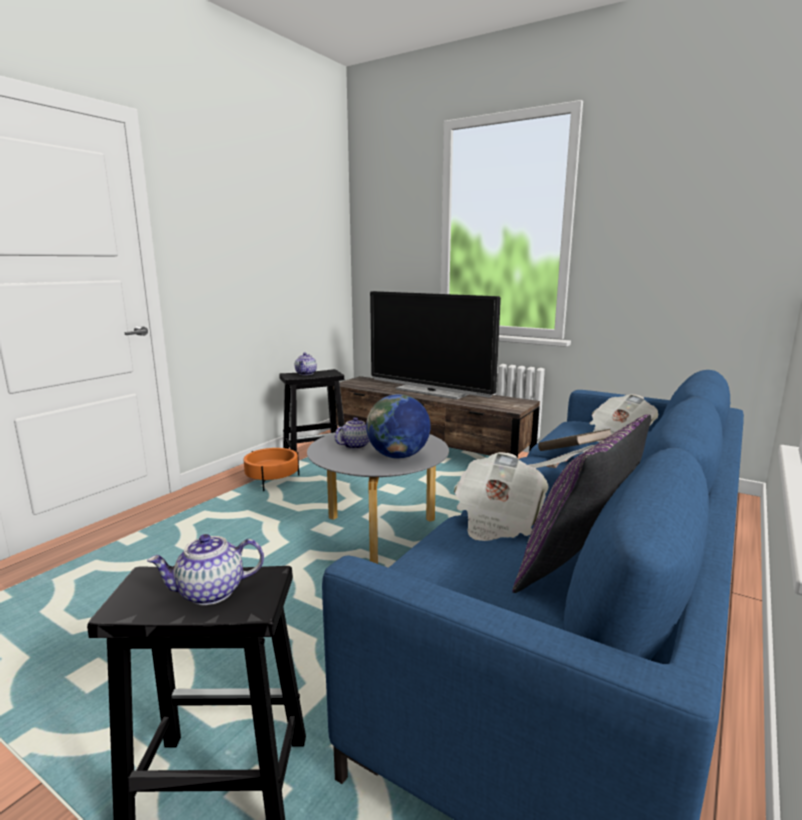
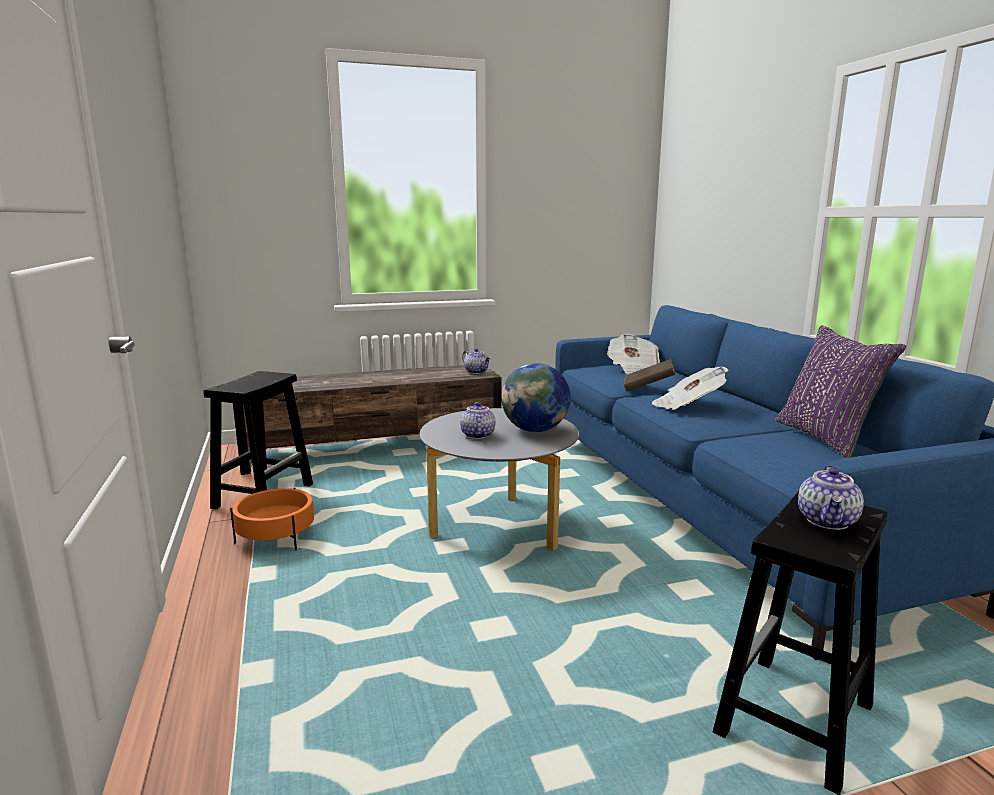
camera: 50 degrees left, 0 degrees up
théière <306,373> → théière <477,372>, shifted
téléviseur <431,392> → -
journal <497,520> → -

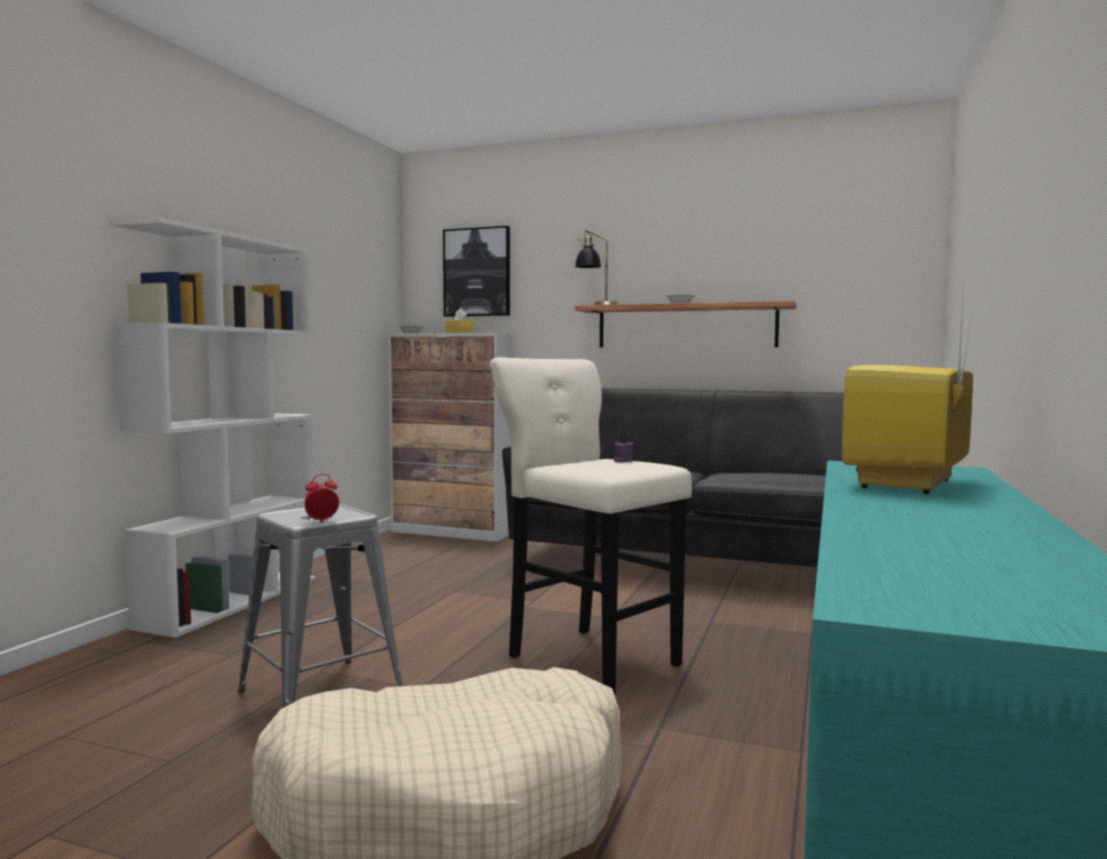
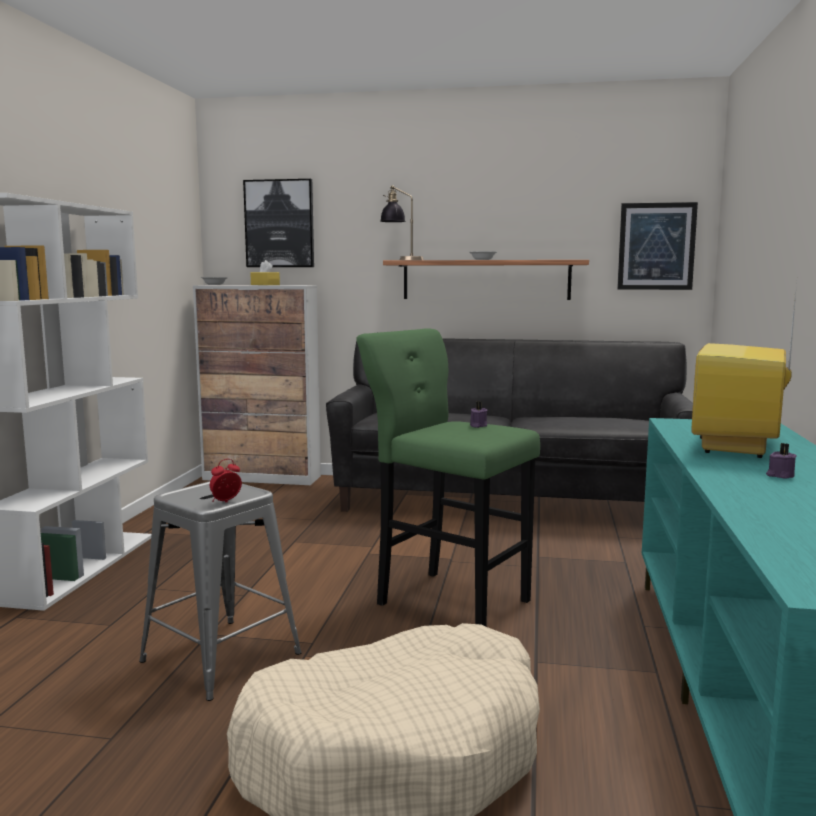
camera: 10 degrees left, 5 degrees up
tabouret (beige) <588,658> → tabouret (vert) <447,600>
- → tableau <656,246>
- → bougie (violet) <780,475>

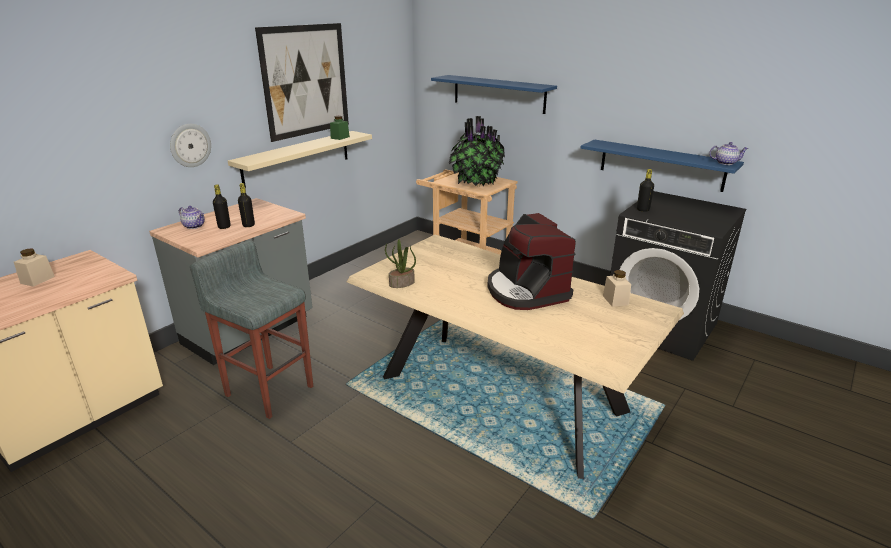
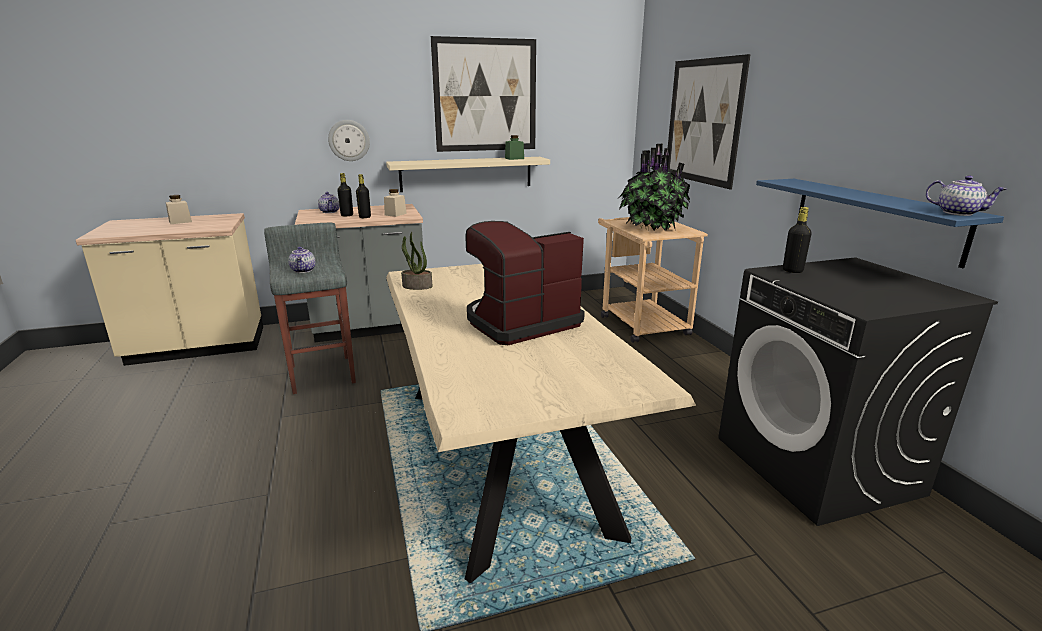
camera: 35 degrees right, 5 degrees down
étagère (bleu) <498,94> → tableau <703,121>
machine à café <526,291> → machine à café <520,322>, 45 degrees clockwise
bocal (beige) <615,300> → bocal (beige) <395,214>, shifted
- → théière <304,270>

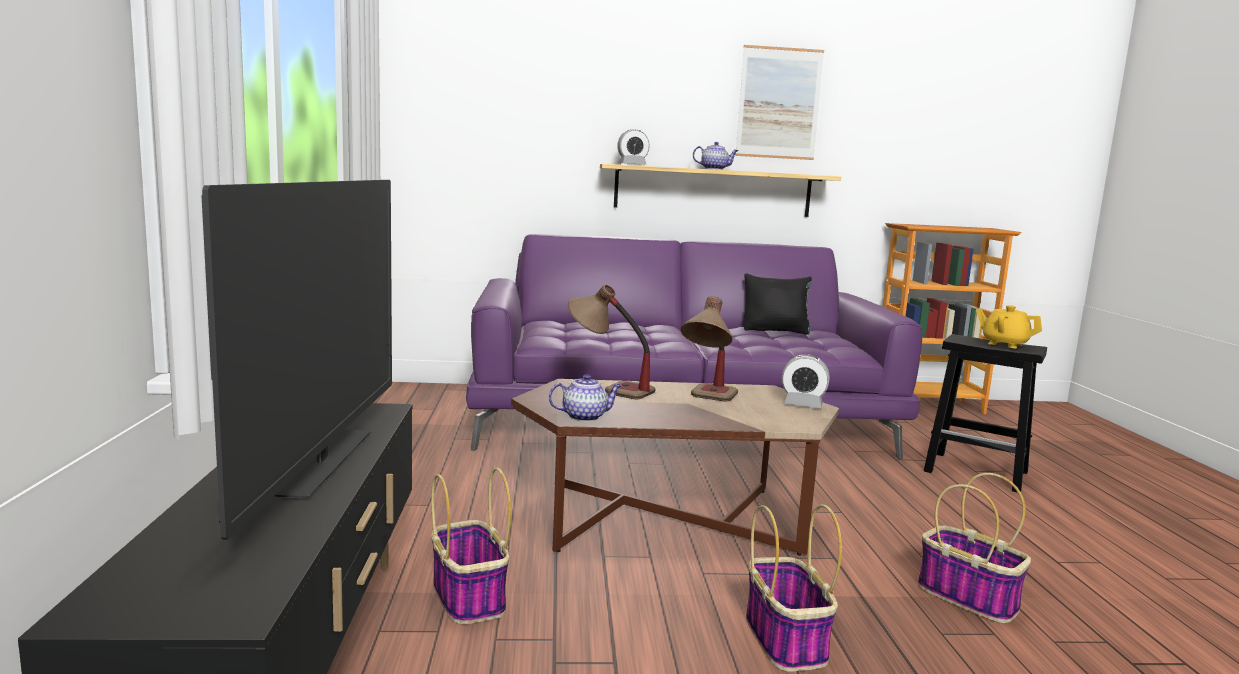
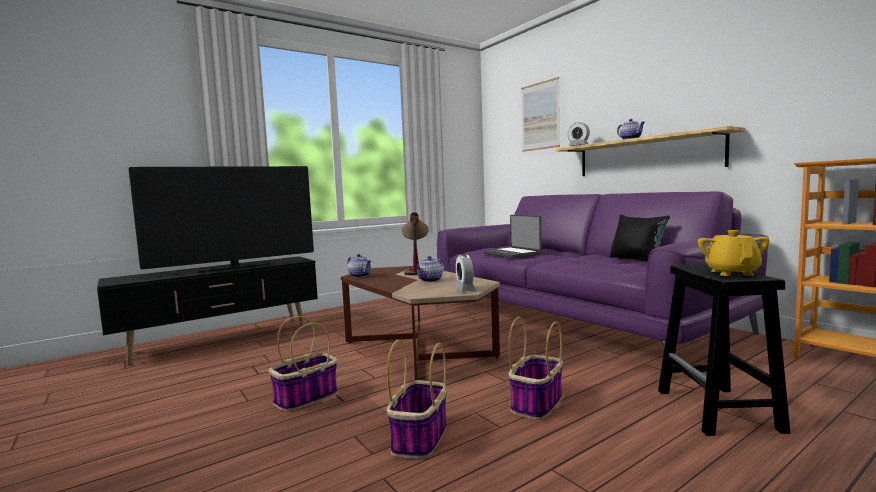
camera: 60 degrees right, 5 degrees down
panier <467,596> → panier <536,403>, shifted
lampe de table <708,400> → théière <430,280>
tableau <779,103> → tableau <540,116>, shifted
- → ordinateur portable <513,254>

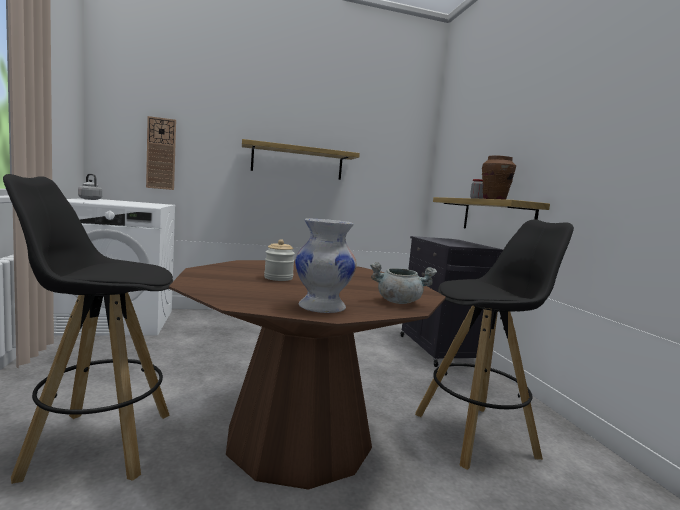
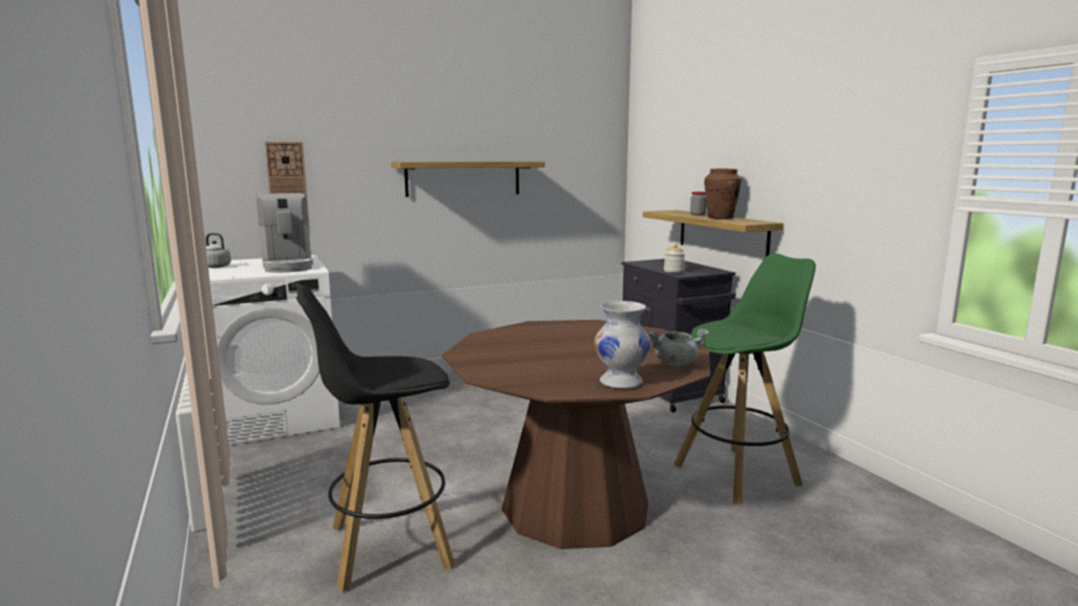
camera: 10 degrees left, 5 degrees up
bocal <278,278> → bocal <674,271>, shifted
tabouret (noir) <476,434> → tabouret (vert) <738,474>
- → machine à café <287,266>

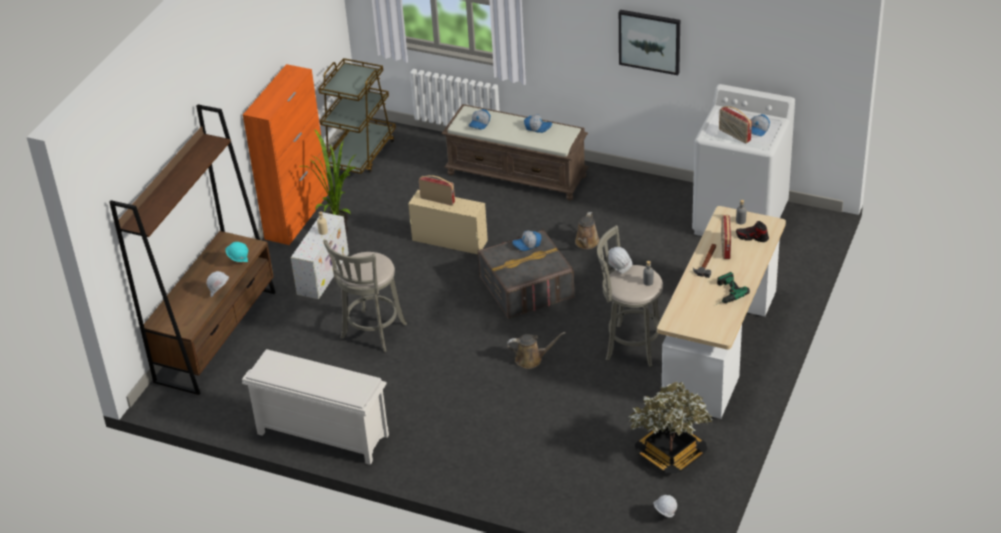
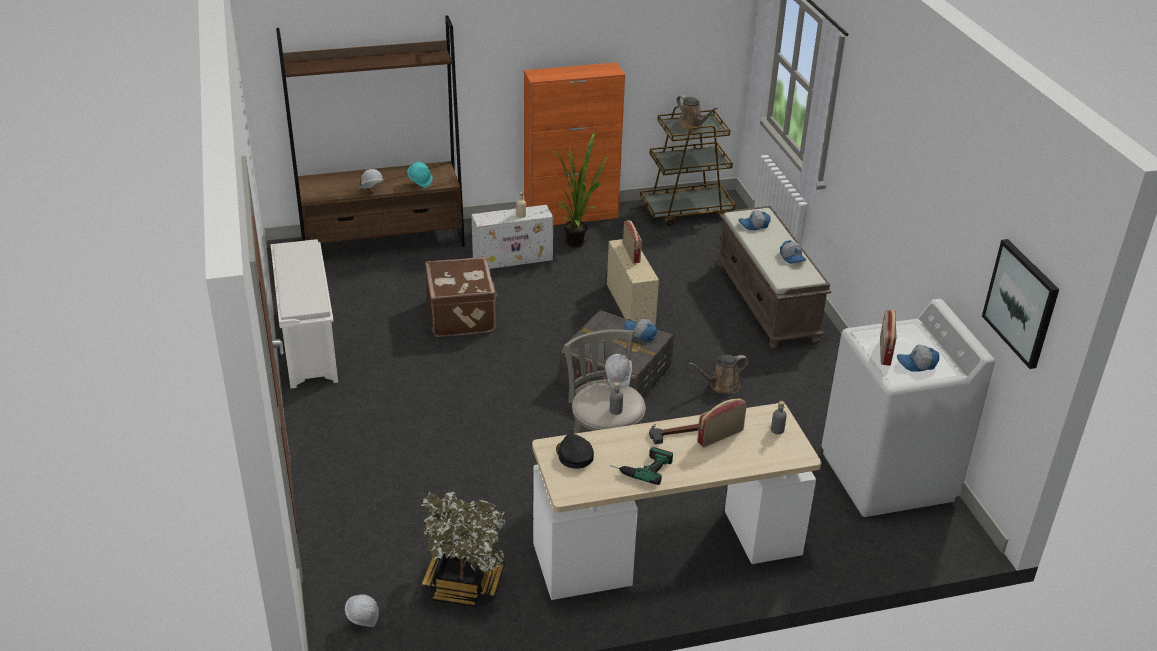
camera: 50 degrees right, 5 degrees down
tabouret (gris) <372,333> → valise (marron) <462,316>
arrosoir (marron) <531,359> → arrosoir (marron) <691,126>, shifted
tableau <649,41> → tableau <1021,303>, shifted
chaussure <752,237> → -
- → casquette (noir) <574,455>

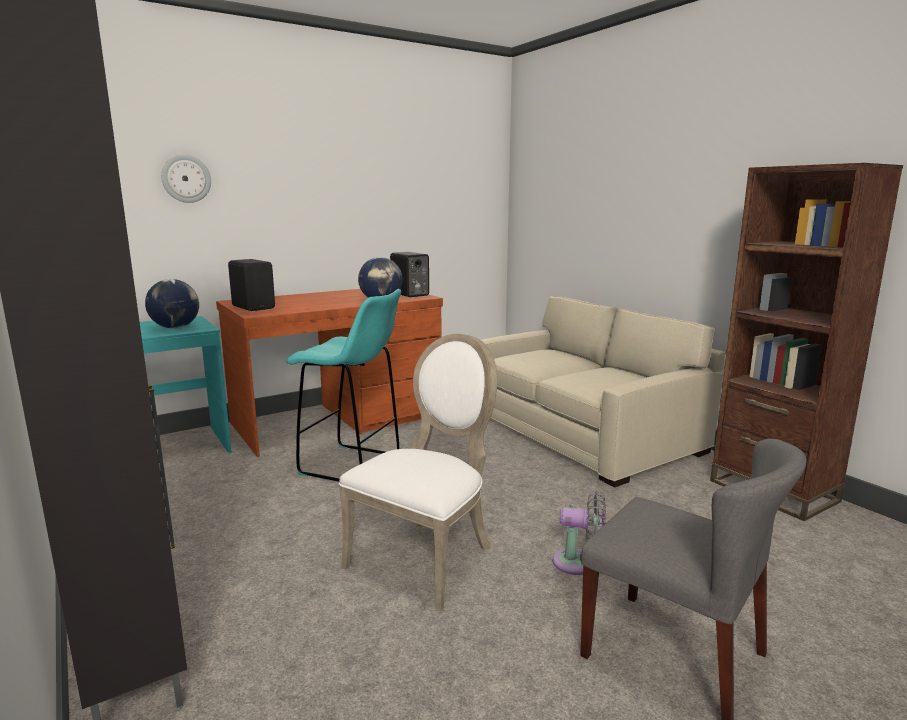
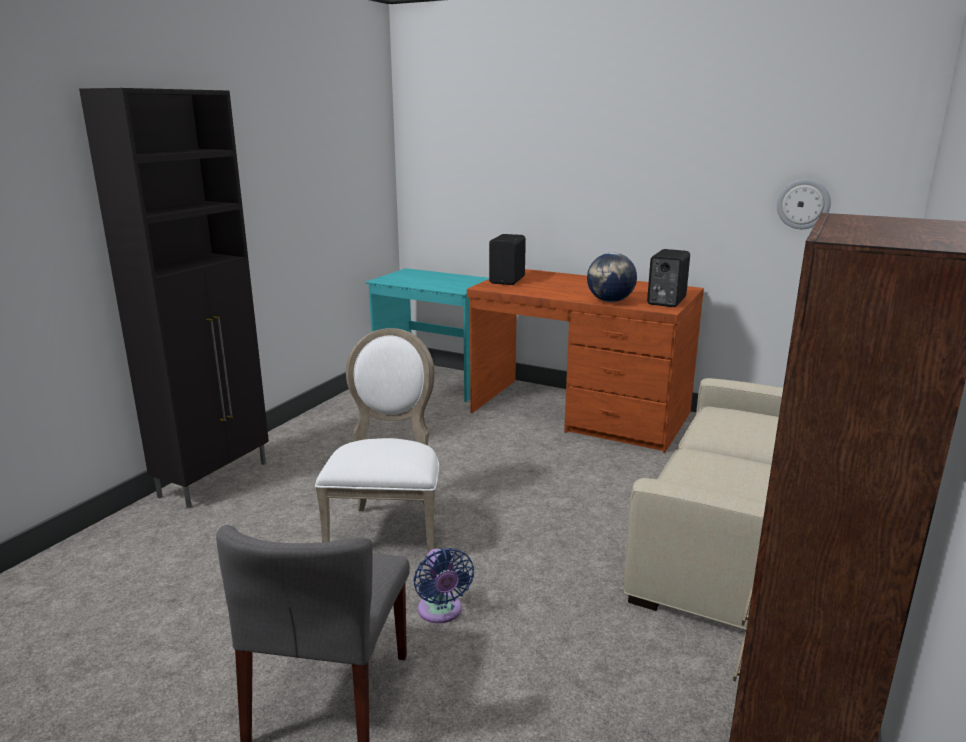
camera: 60 degrees right, 5 degrees up
globe <176,328> → -
horloge murale <186,178> → horloge murale <803,204>, shifted
tabouret (turquoise) <353,465> → -
chaise (blanc) <427,556> → chaise (blanc) <388,532>, 90 degrees counterclockwise
ventilateur (gris) <578,563> → ventilateur (bleu) <441,612>

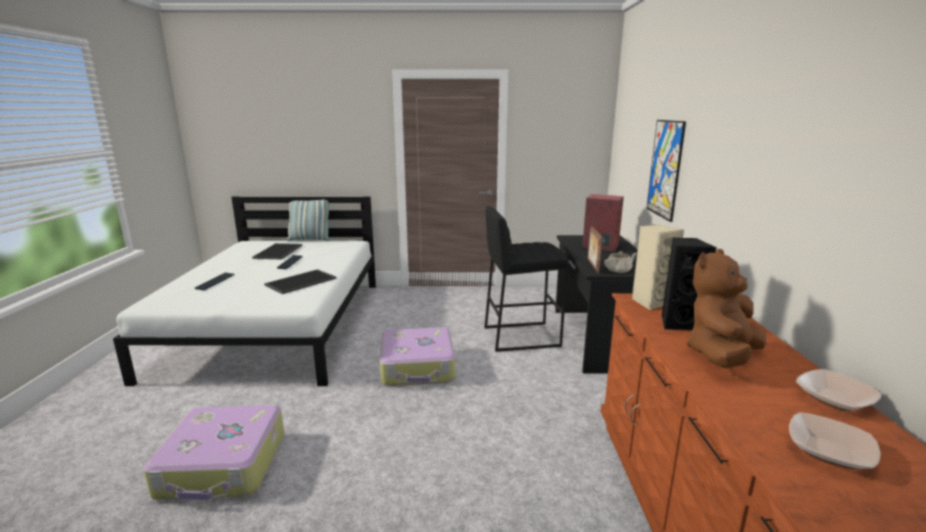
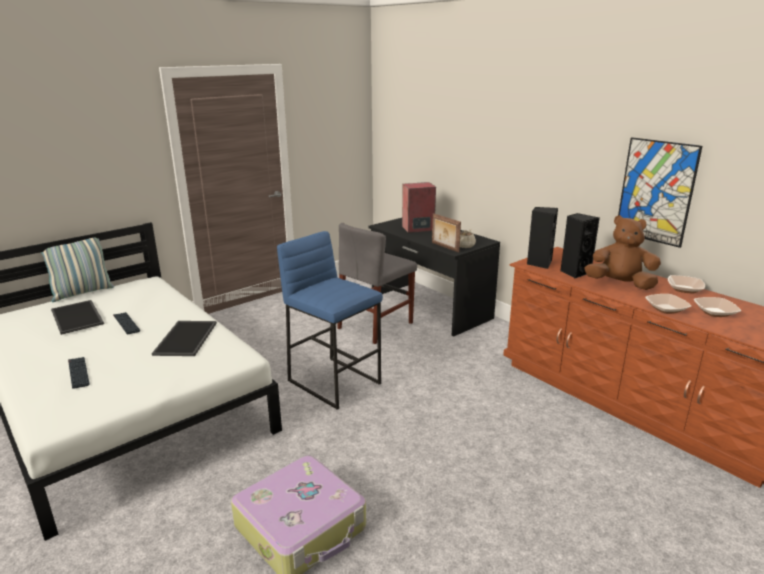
camera: 40 degrees left, 5 degrees up
valise <418,367> → tabouret (bleu) <335,381>
tabouret (noir) <521,336> → chaise (gris) <375,325>
enceinte (beige) <650,302> → enceinte (noir) <539,263>
tableau <665,169> → tableau <656,191>, shifted
peluche (marron) <721,356> → peluche (marron) <620,284>, 105 degrees clockwise
- → bol <666,309>

